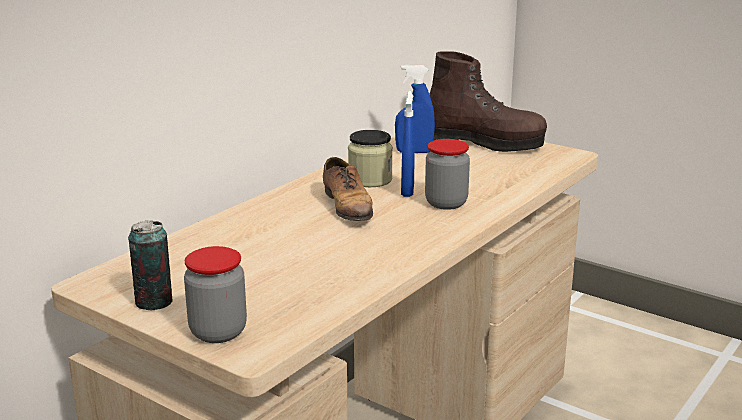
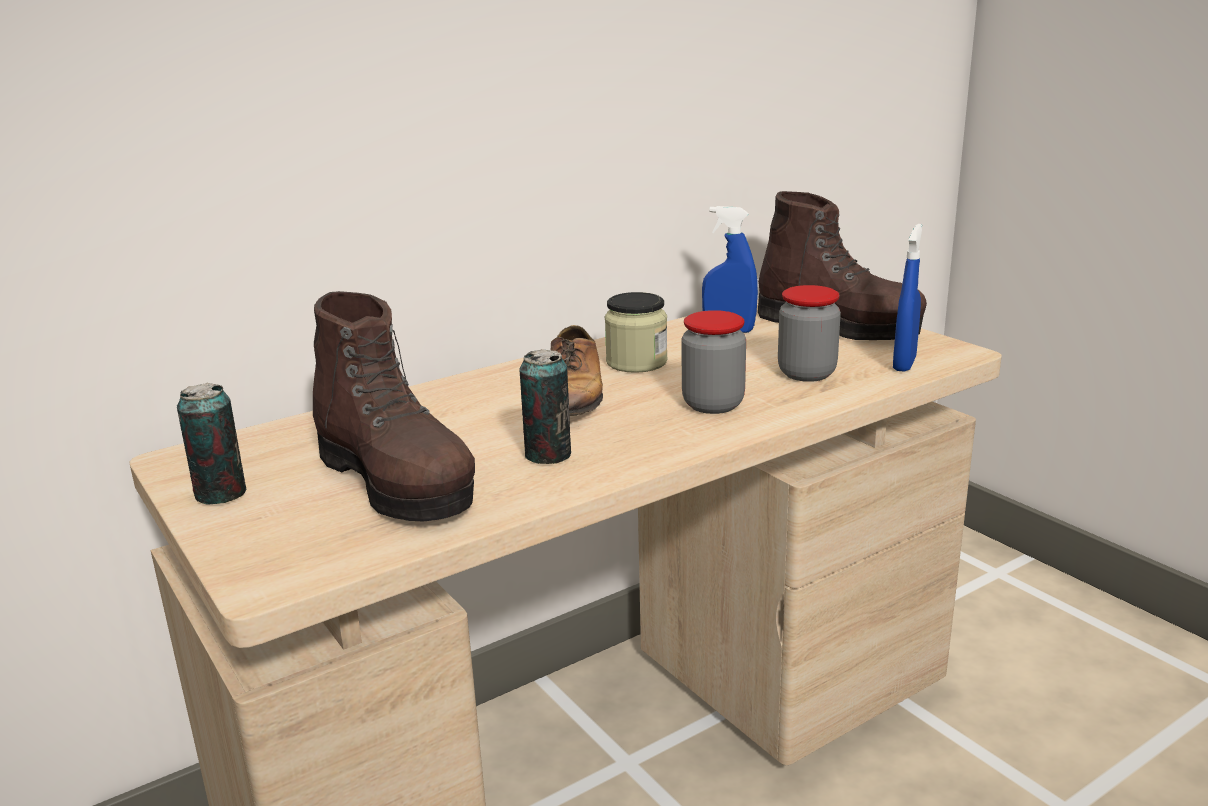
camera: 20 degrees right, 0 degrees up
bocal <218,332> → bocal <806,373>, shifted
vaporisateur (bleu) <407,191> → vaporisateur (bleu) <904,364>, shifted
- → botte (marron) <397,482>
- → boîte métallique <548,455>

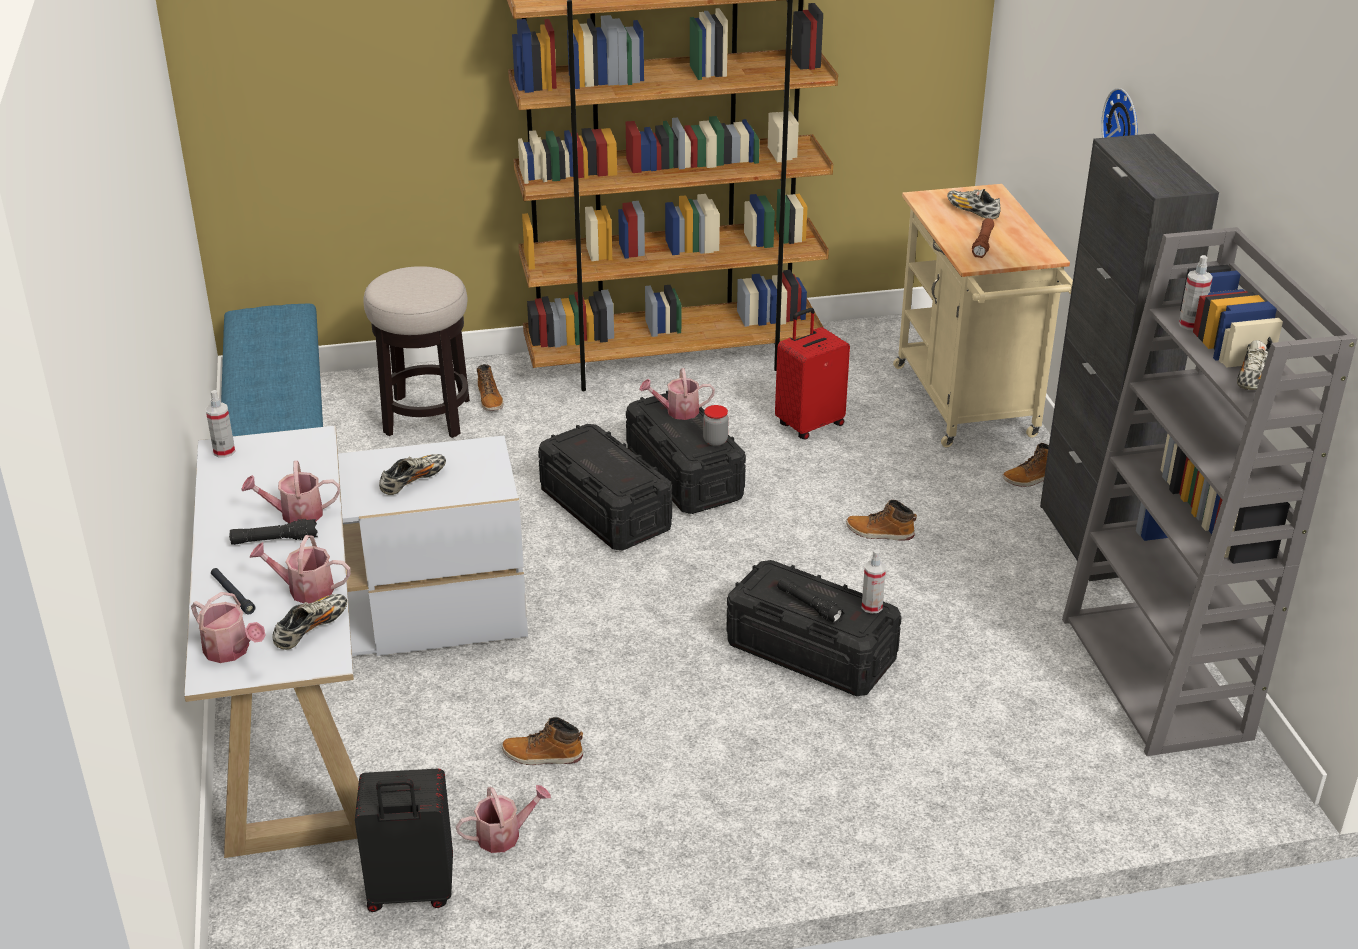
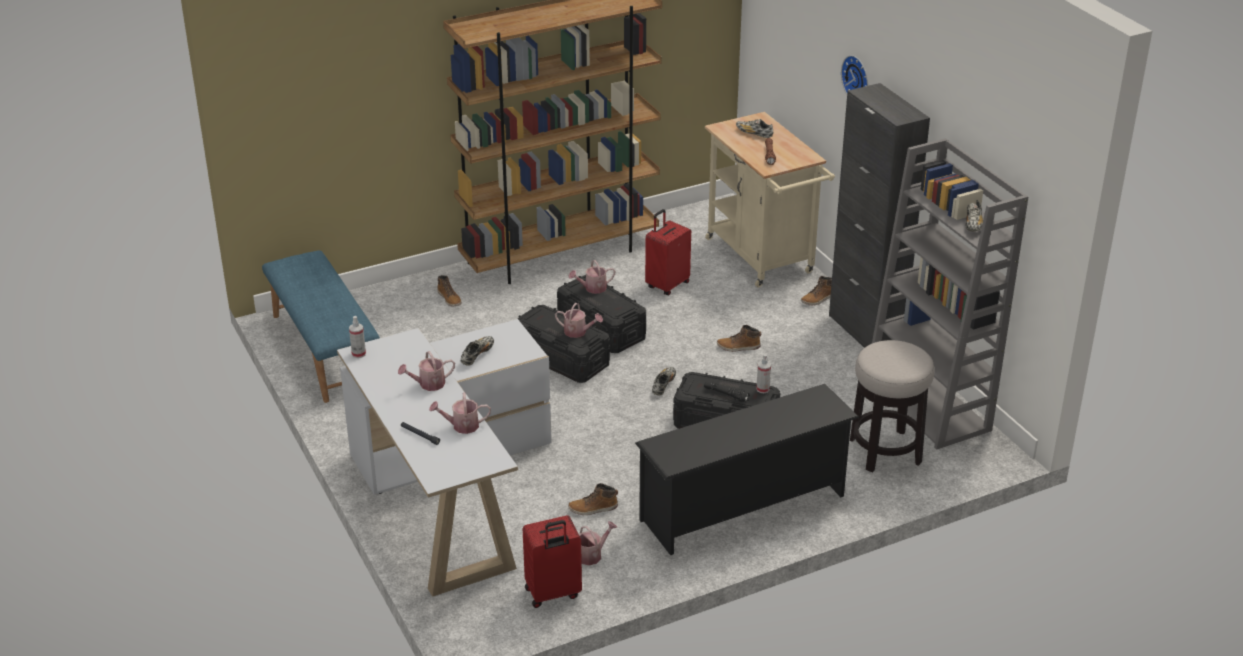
camera: 15 degrees left, 0 degrees up
arrosoir <231,651> → arrosoir <578,332>, shifted
lampe de poche (noir) <274,540> → -
chaussure <311,629> → chaussure <663,385>, shifted
valise (noir) <410,892> → valise (rouge) <553,594>
tabouret <427,416> → tabouret <885,451>, shifted
bocal <715,441> → -
vaporisateur <1190,324> → -
- → étagère à chaussures (noir) <744,509>

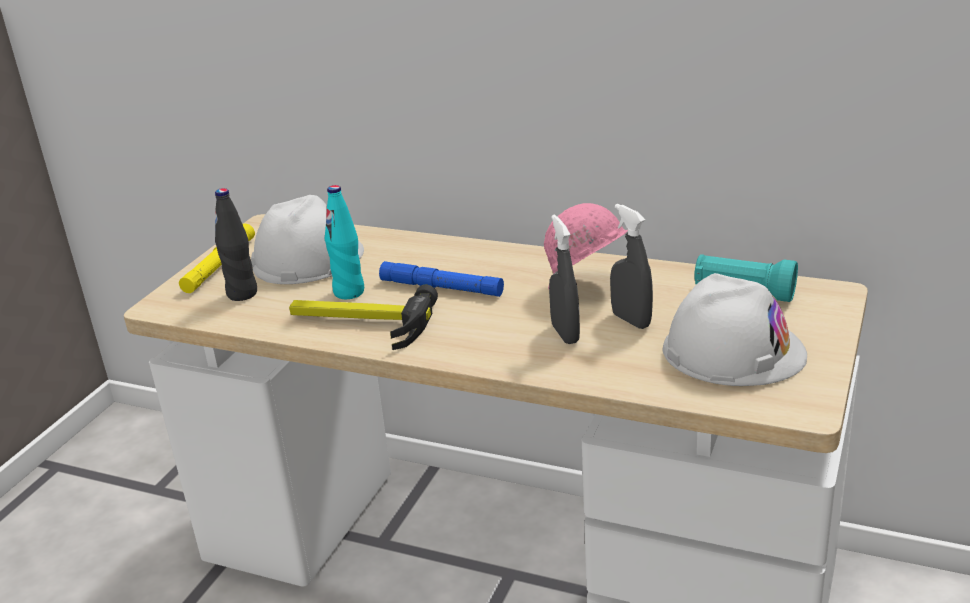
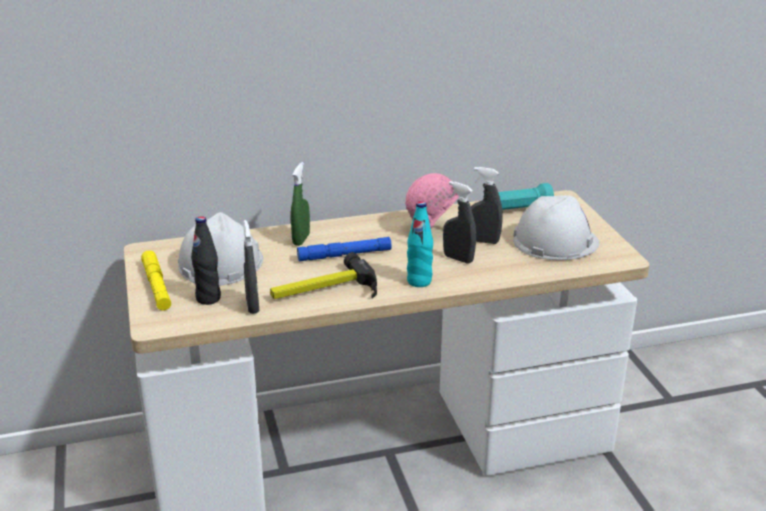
camera: 40 degrees left, 0 degrees up
bouteille (turquoise) <349,292> → bouteille (turquoise) <419,281>, shifted
- → vaporisateur (gris) <252,306>
- → vaporisateur (vert) <301,239>

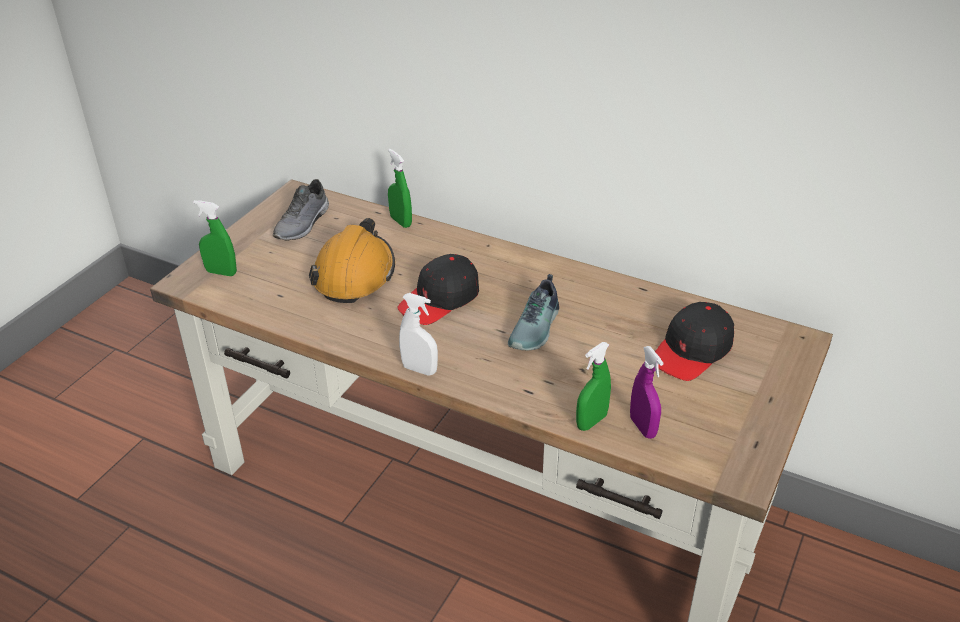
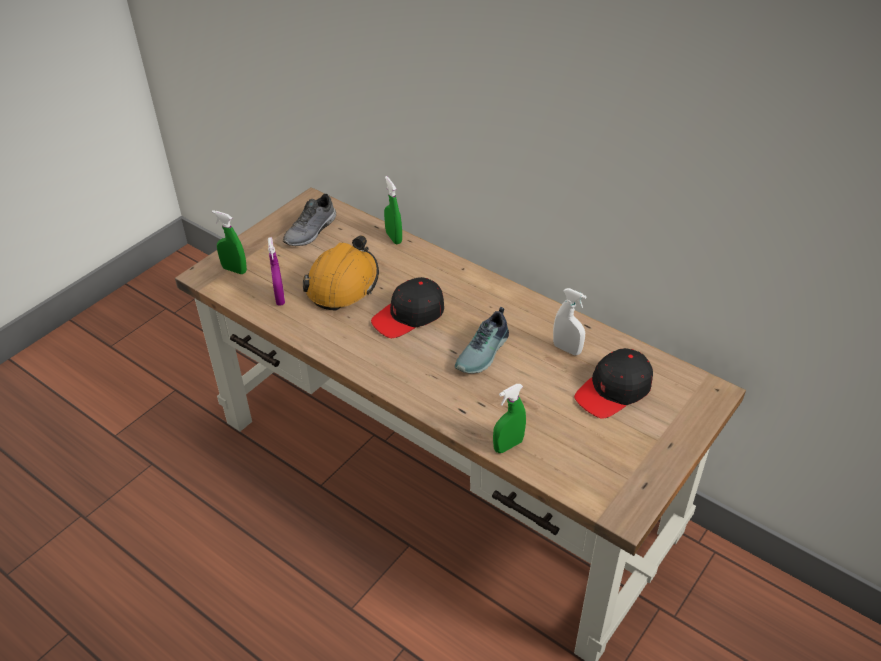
camera: 10 degrees right, 5 degrees up
vaporisateur (blanc) <419,369> → vaporisateur (blanc) <567,349>, shifted
vaporisateur (violet) <642,427> → vaporisateur (violet) <280,298>, shifted

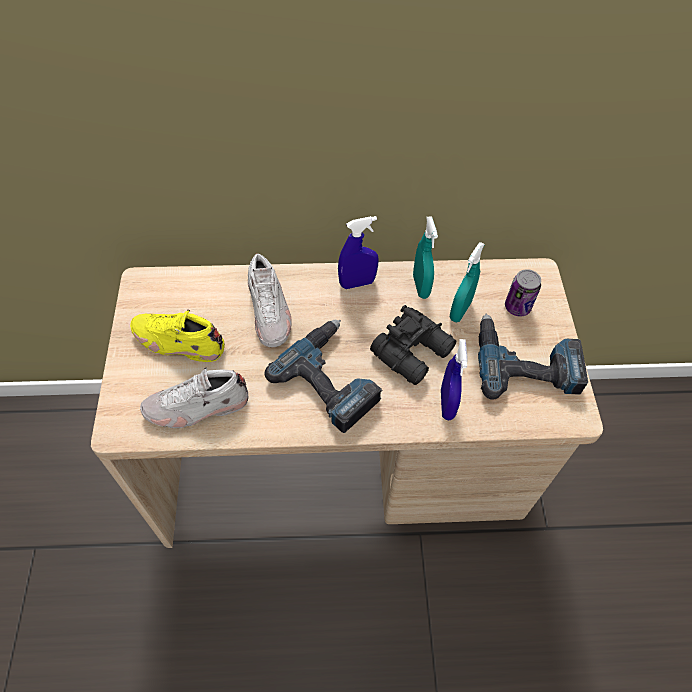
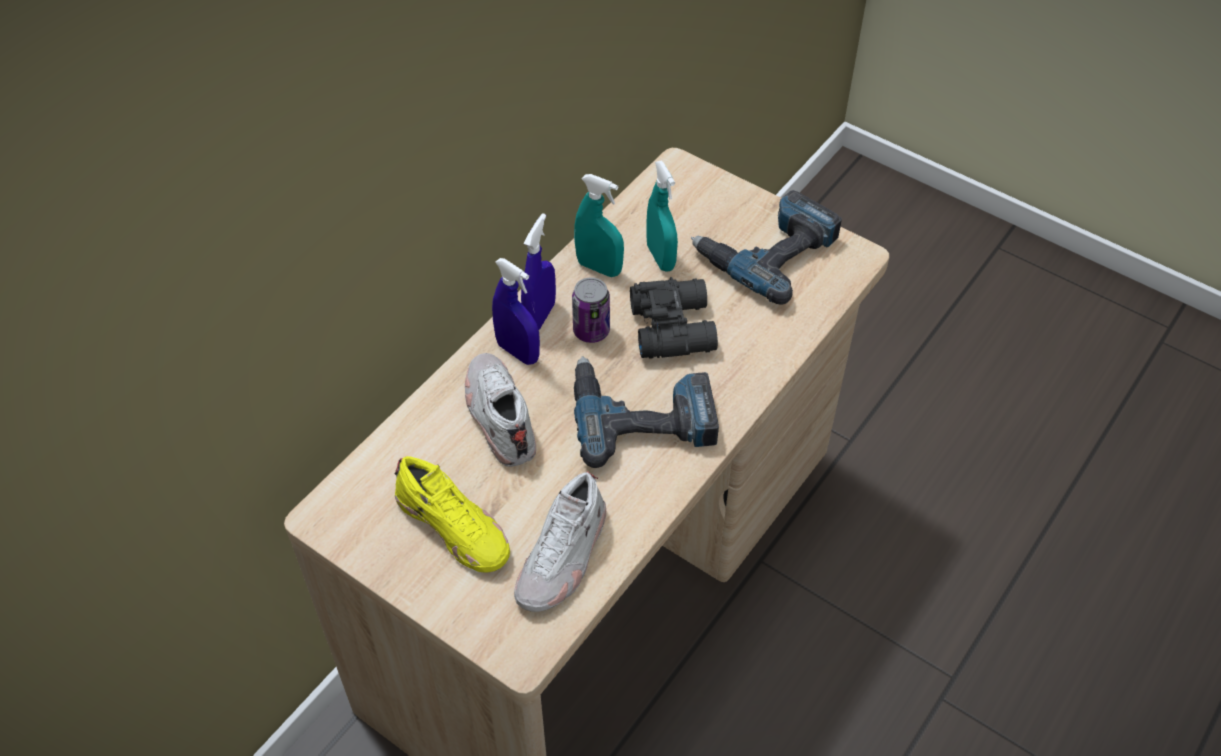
camera: 50 degrees left, 5 degrees down
chaussure (jaune) <178,342> → chaussure (jaune) <455,527>, 105 degrees counterclockwise
chaussure (blanc) <269,312> → chaussure (blanc) <499,416>, 135 degrees counterclockwise
vaporisateur (bleu) <447,404> → vaporisateur (bleu) <518,352>, shifted
boîte métallique <517,307> → boîte métallique <591,331>, shifted

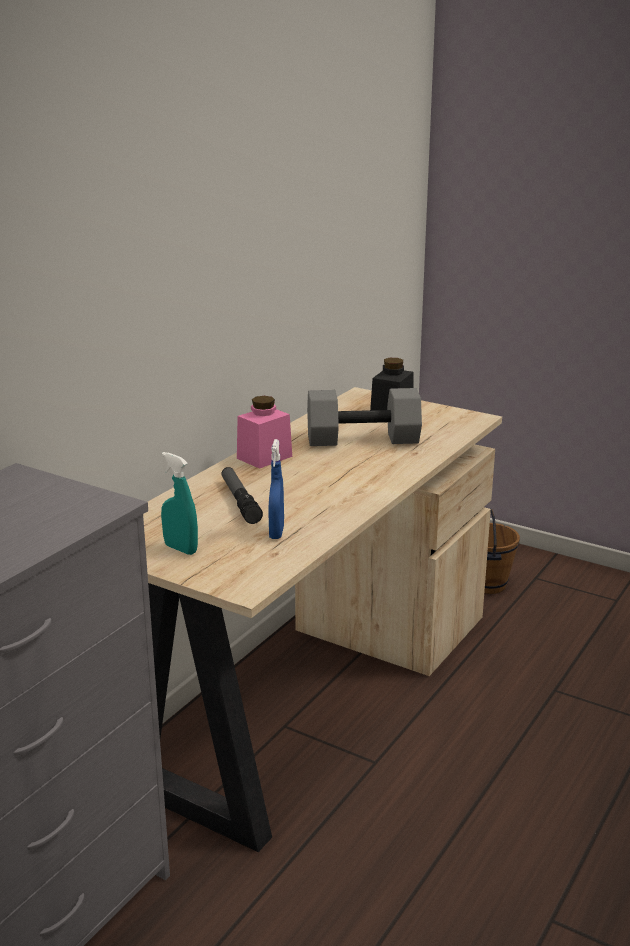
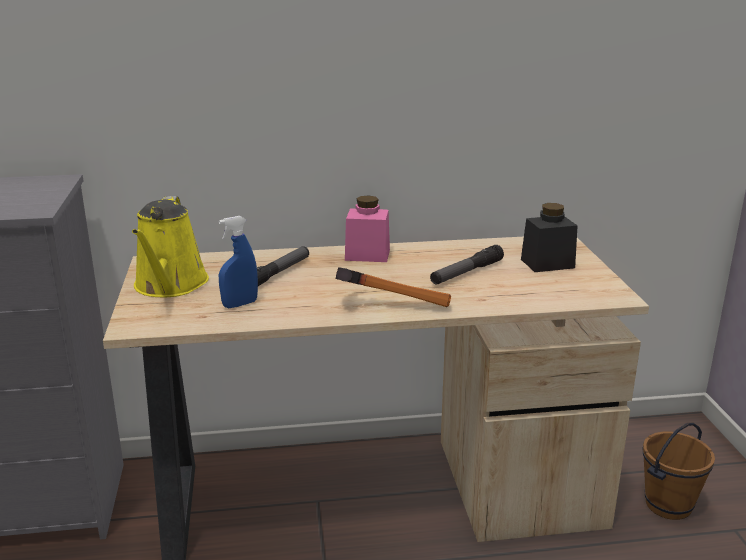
camera: 50 degrees right, 0 degrees up
vaporisateur (turquoise) <180,549> → arrosoir (jaune) <170,286>
haltère (gris) <362,440> → lampe de poche <466,273>
- → marteau <392,303>

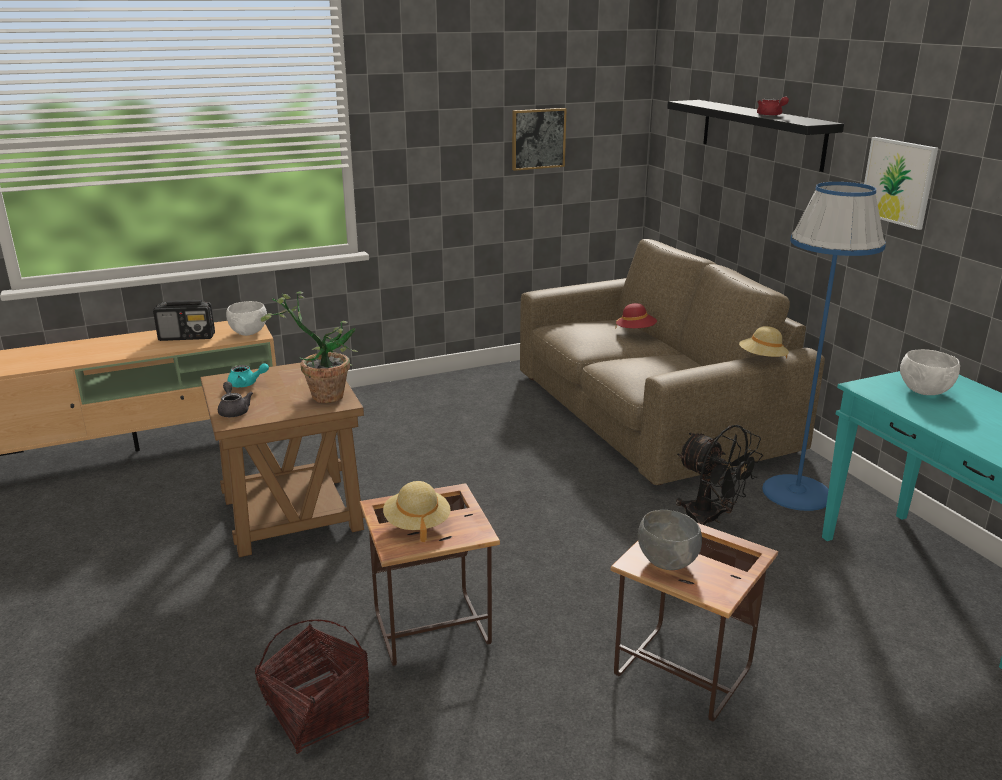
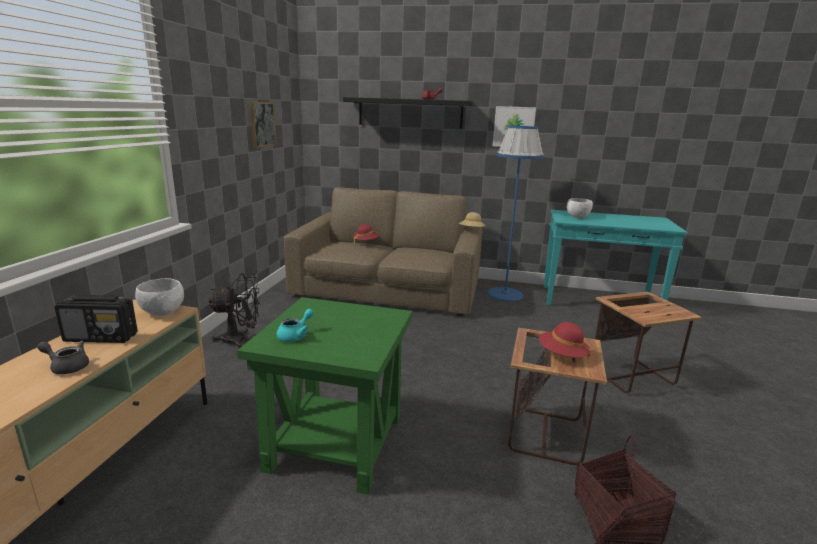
camera: 55 degrees left, 5 degrees down
radio <187,337> → radio <101,337>, 60 degrees clockwise
table d'appoint (marron) <293,513> → table d'appoint (vert) <335,441>
théière (gris) <234,410> → théière (gris) <67,367>, shifted
plante en pot <321,394> → -
chapeau (beige) <417,524> → chapeau (rouge) <562,355>
bol (gris) <666,563> → -
ventilateur (noir) <710,519> → ventilateur (noir) <240,339>, shifted

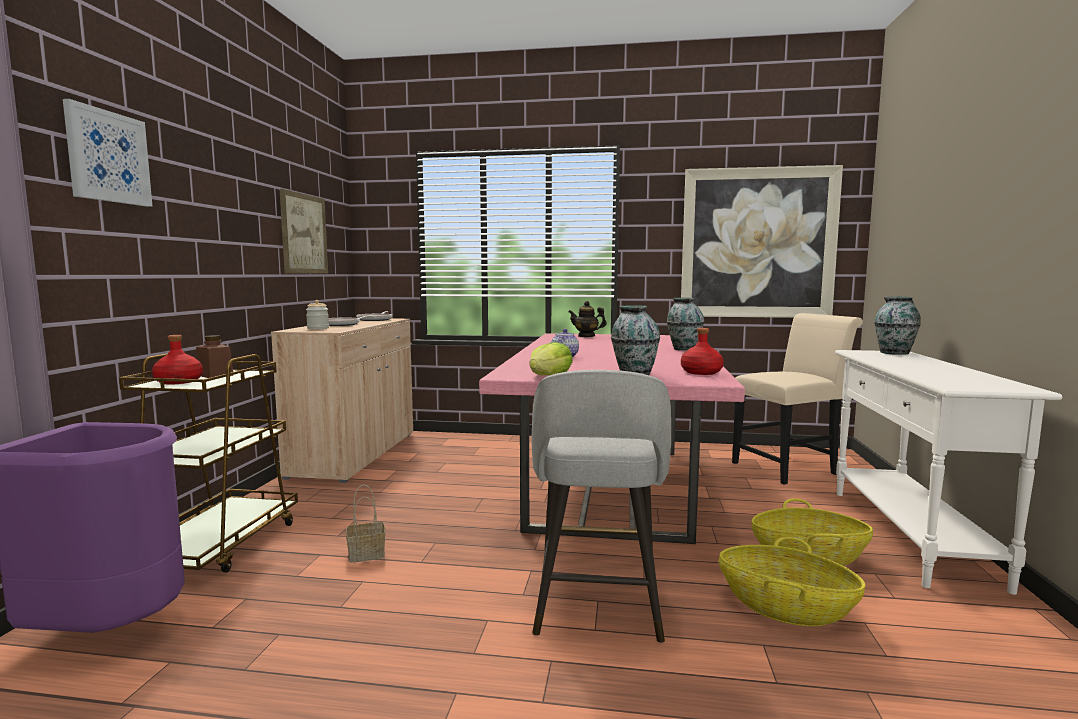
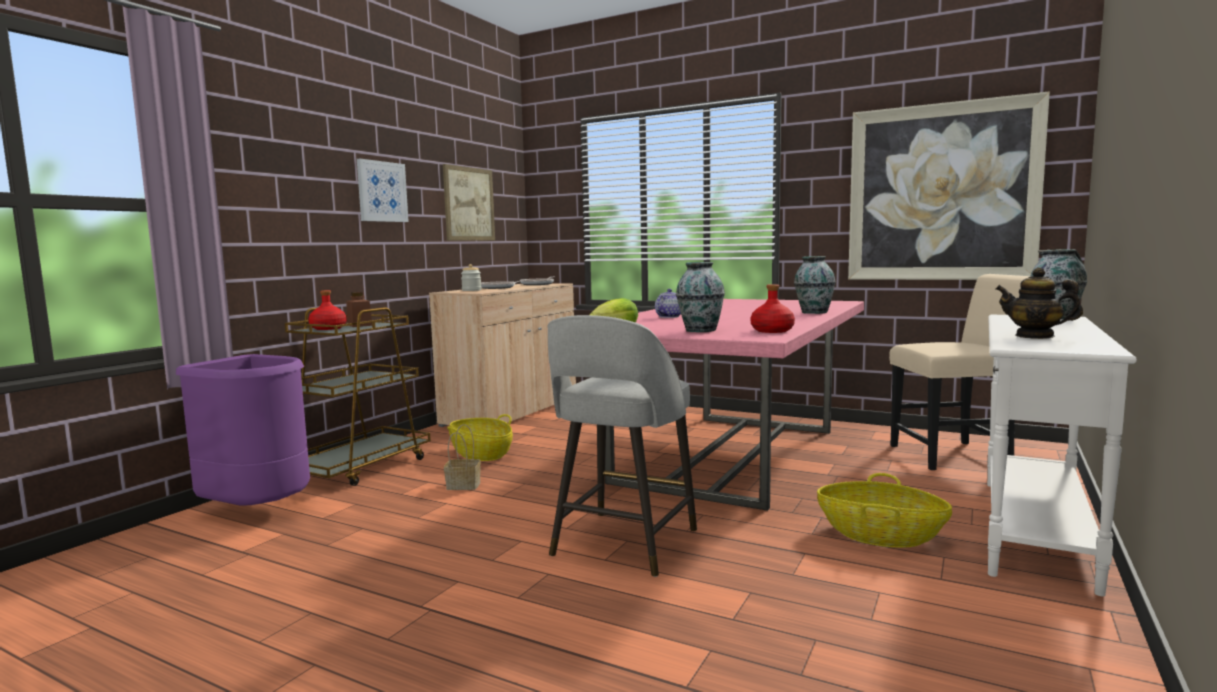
camera: 20 degrees right, 0 degrees up
tableau <108,157> → tableau <382,191>, shifted
théière <586,336> → théière <1035,336>, shifted
panier <785,608> → panier <481,454>, shifted

